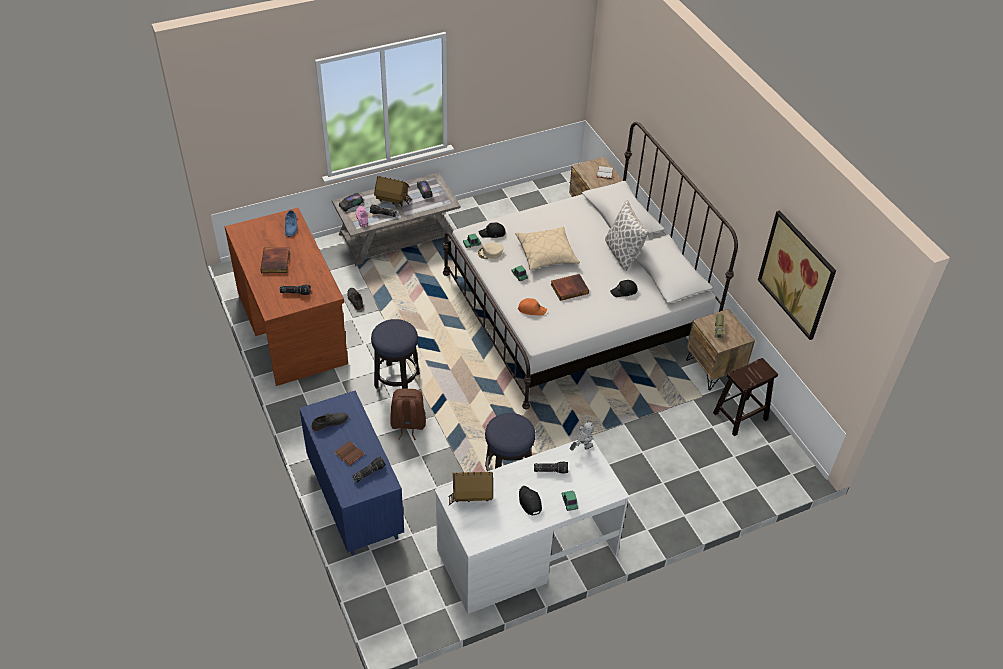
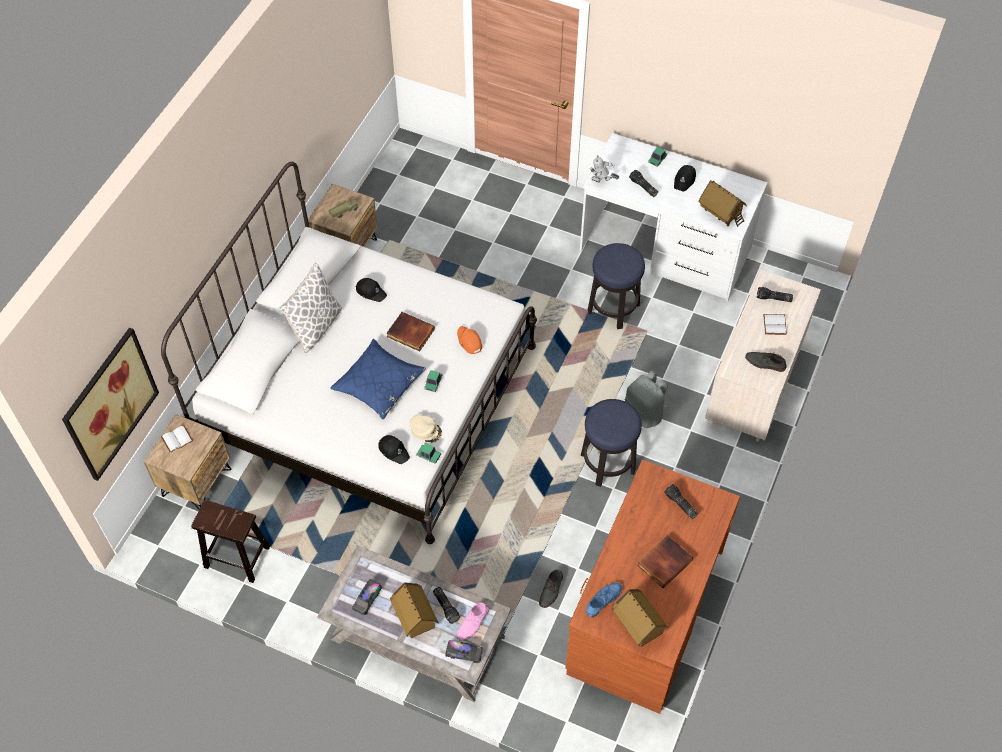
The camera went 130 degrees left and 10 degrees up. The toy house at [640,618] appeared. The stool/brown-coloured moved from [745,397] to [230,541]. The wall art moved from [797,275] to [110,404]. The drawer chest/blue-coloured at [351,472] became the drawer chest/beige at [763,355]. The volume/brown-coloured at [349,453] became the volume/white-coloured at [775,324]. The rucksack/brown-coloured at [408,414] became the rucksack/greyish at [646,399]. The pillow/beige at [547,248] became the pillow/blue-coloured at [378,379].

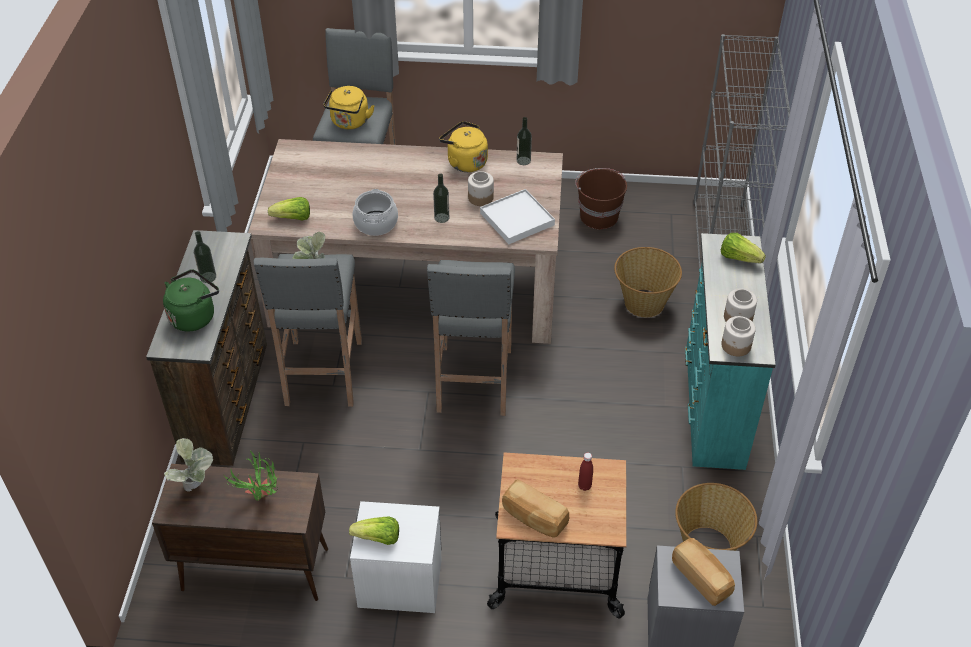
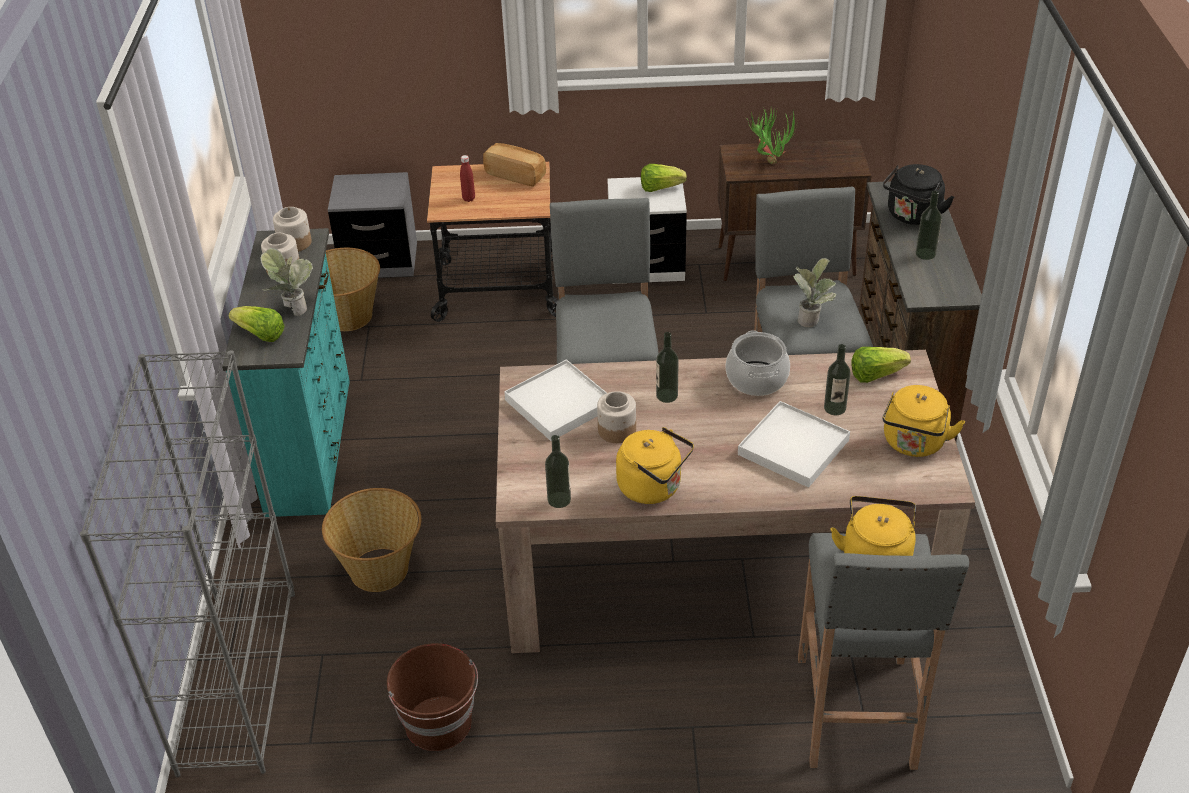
The camera went 175 degrees right and 5 degrees down. The baked bread at [703,572] disappeared. The serving tray/white-coloured at [794,444] appeared. The beverage bottle at [837,379] appeared. The water kettle/yellow at [923,421] appeared. The houseplant moved from [188,465] to [287,282]. The water kettle/greenish at [191,300] became the water kettle/black-coloured at [918,194].

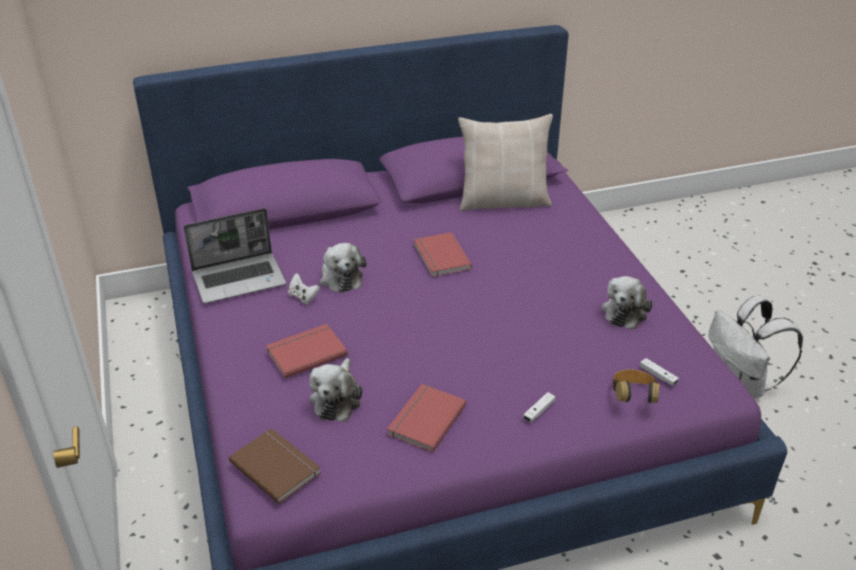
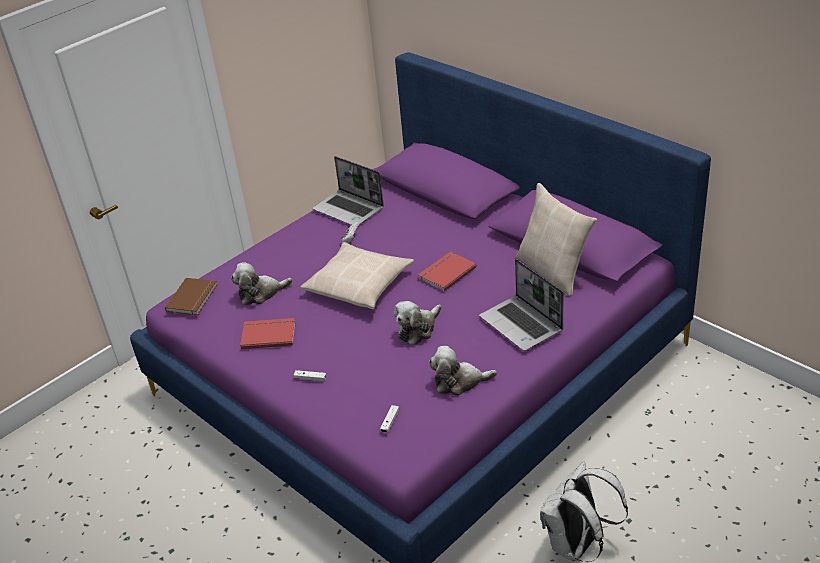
The camera went 65 degrees right and 0 degrees up. The volume/reddish at [307,351] disappeared. The headphones at [635,386] disappeared. The pillow/beige at [357,275] appeared. The portable computer at [521,305] appeared. The soft toy moved from [343,268] to [417,323].

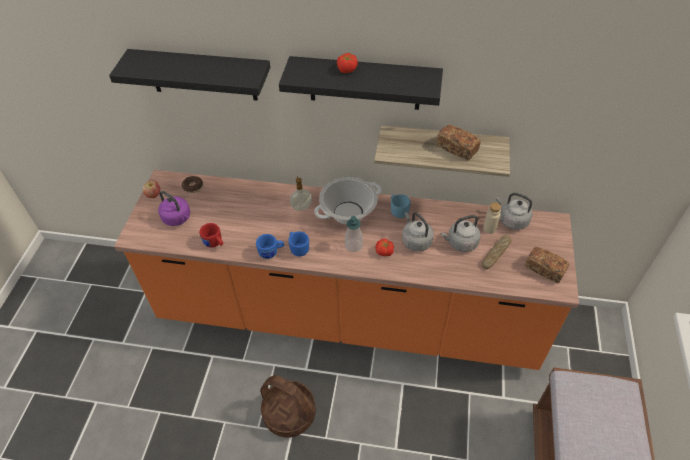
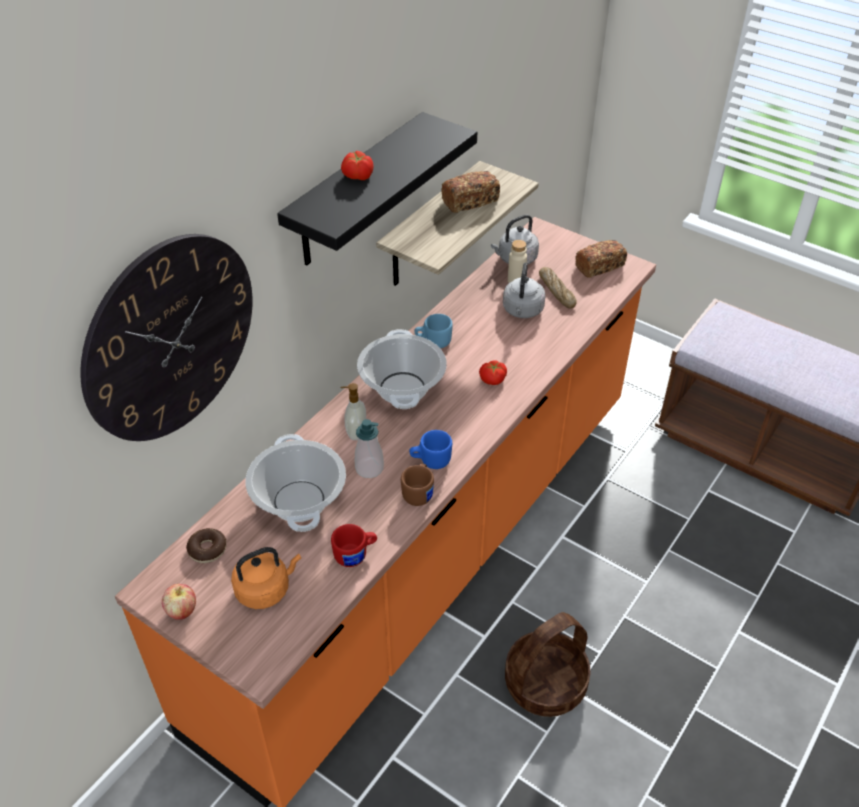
The camera went 65 degrees left and 5 degrees down. The water kettle/greyish at [418,232] disappeared. The stockpot at [295,483] appeared. The soap bottle moved from [354,234] to [369,448]. The wall shelf/black-coloured at [189,75] was replaced by the clock on the wall at [166,337]. The water kettle/purplish at [174,208] became the water kettle/orangey at [266,578]. The mug/blue-coloured at [270,246] became the mug/brown-coloured at [417,485].

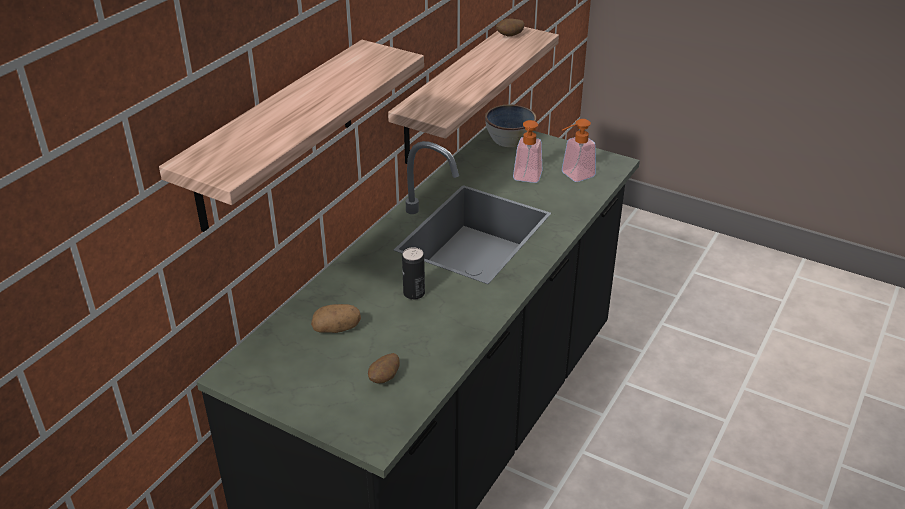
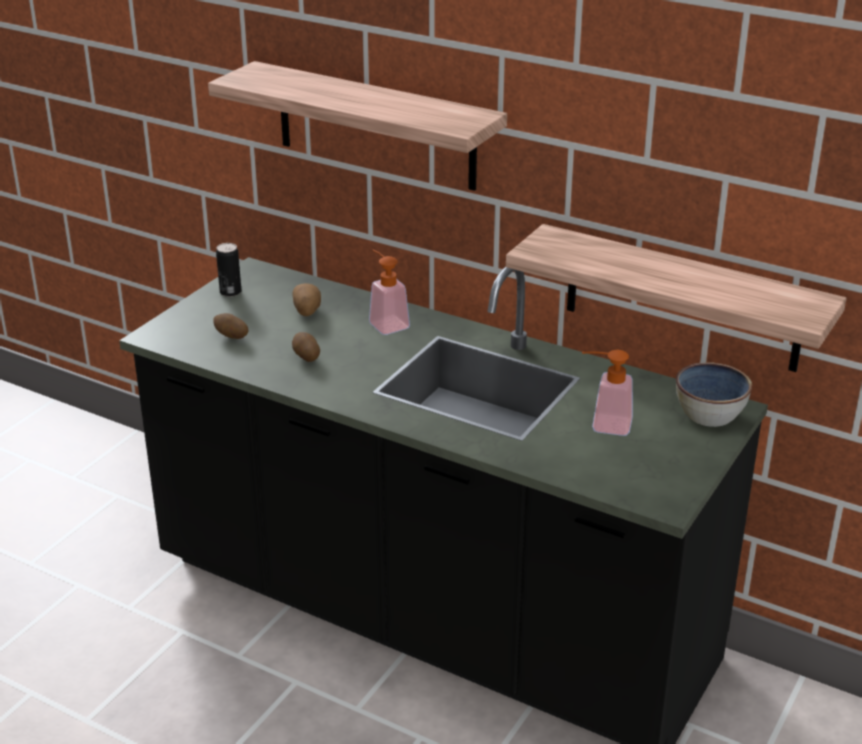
The camera went 90 degrees right and 5 degrees down. The metal can moved from [413,273] to [229,270]. The spud moved from [510,28] to [306,347]. The soap bottle moved from [579,150] to [389,292].

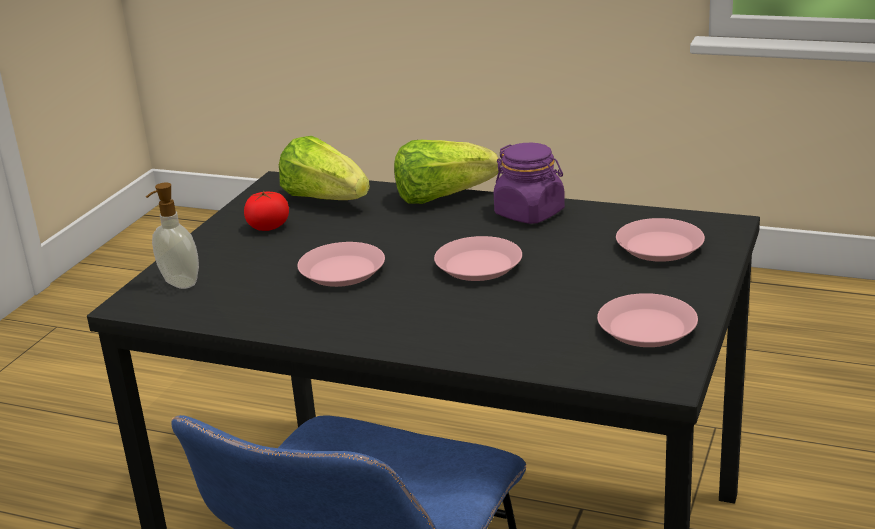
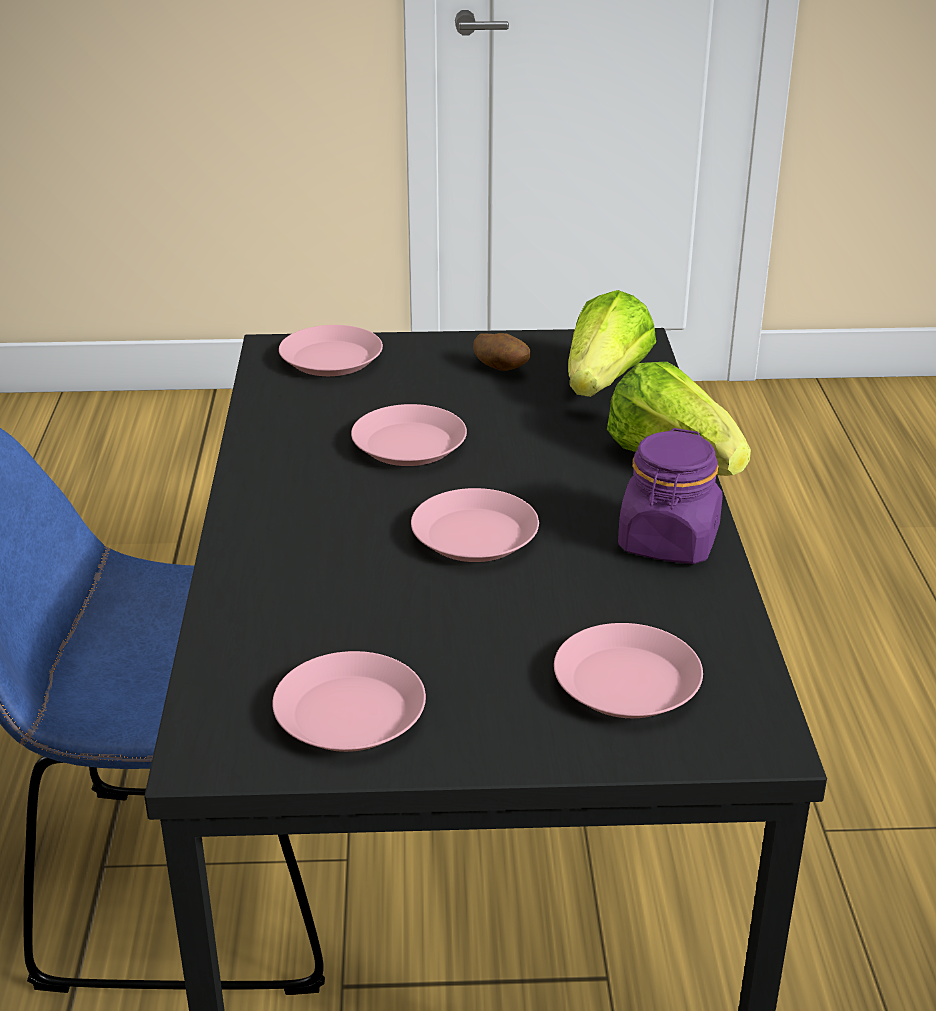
The camera went 65 degrees right and 5 degrees up. The soap bottle at [172,236] was replaced by the plate/pink-coloured at [331,350]. The fresh tomato at [266,211] was replaced by the spud at [502,352].

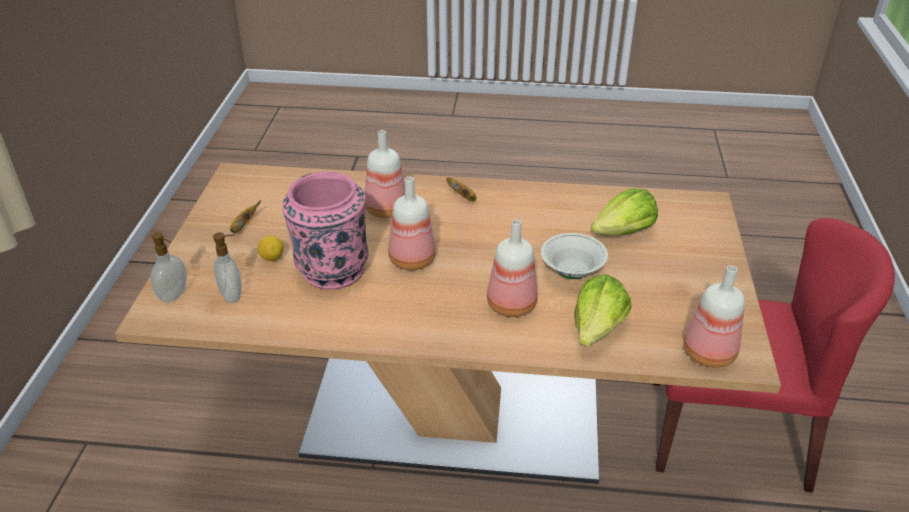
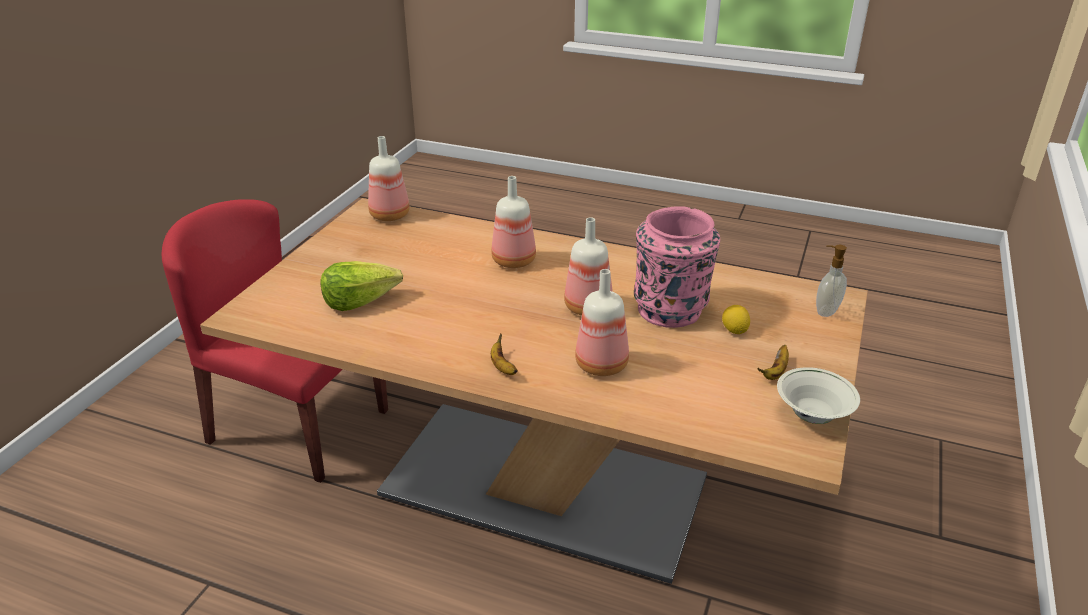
The camera went 165 degrees left and 5 degrees down. The soap bottle at [227,267] disappeared. The head of lettuce at [602,310] disappeared. The deep dish/white-coloured moved from [574,256] to [818,395].

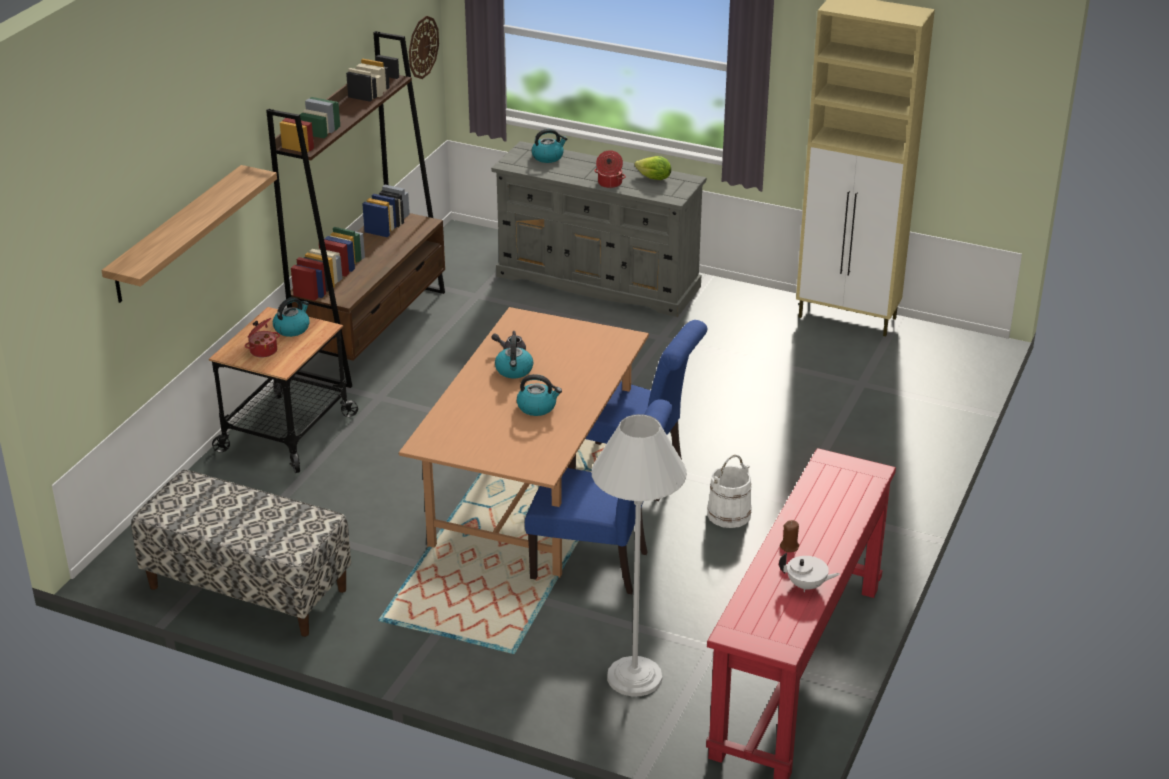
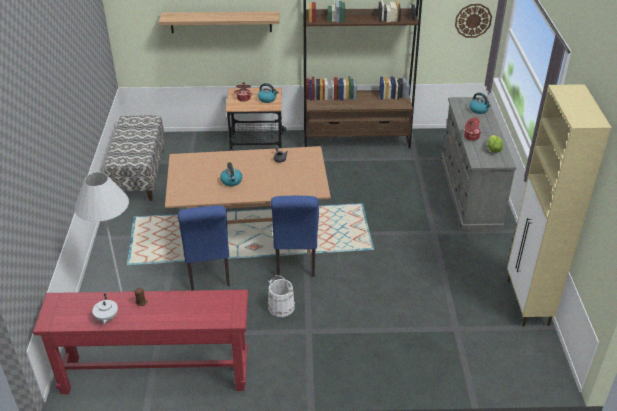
The camera went 65 degrees right and 5 degrees up. The water kettle at [514,357] disappeared.

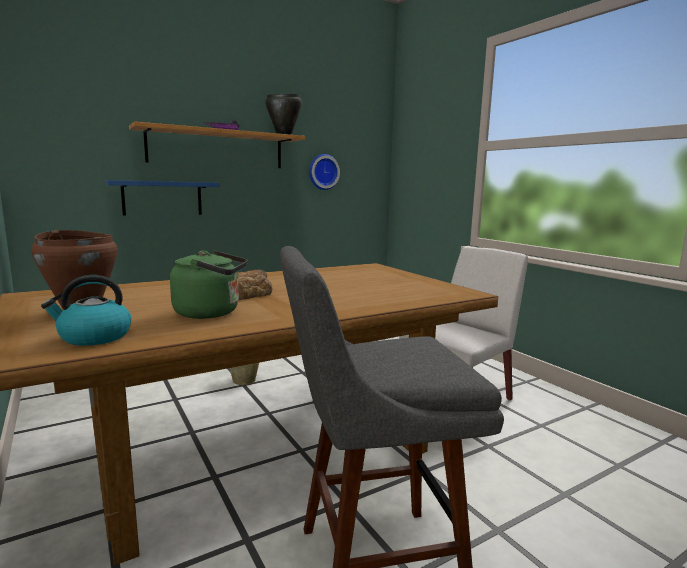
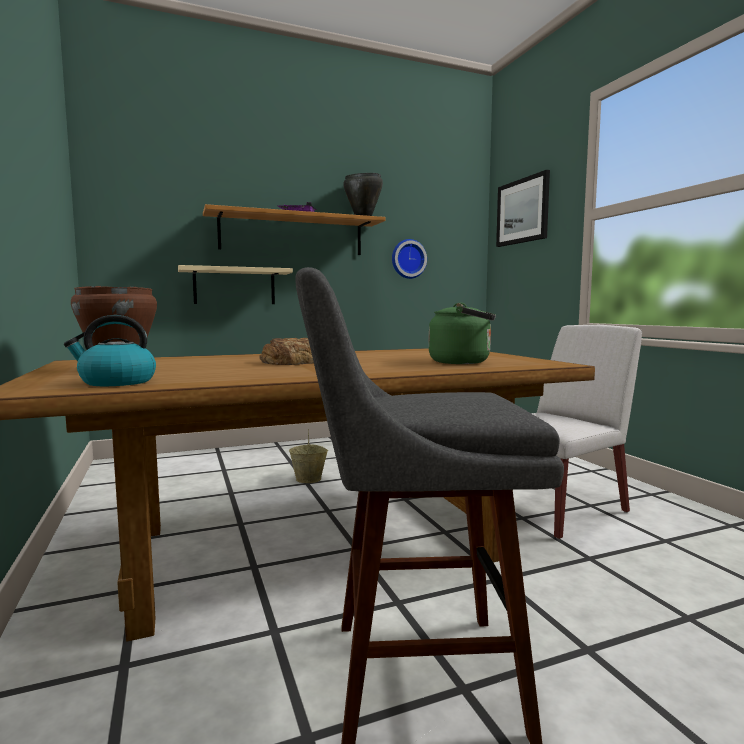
The camera went 10 degrees right and 5 degrees down. The wall art at [523,208] appeared. The water kettle/greenish moved from [209,285] to [462,333]. The wall shelf/blue-coloured at [162,198] became the wall shelf/beige at [235,284].

